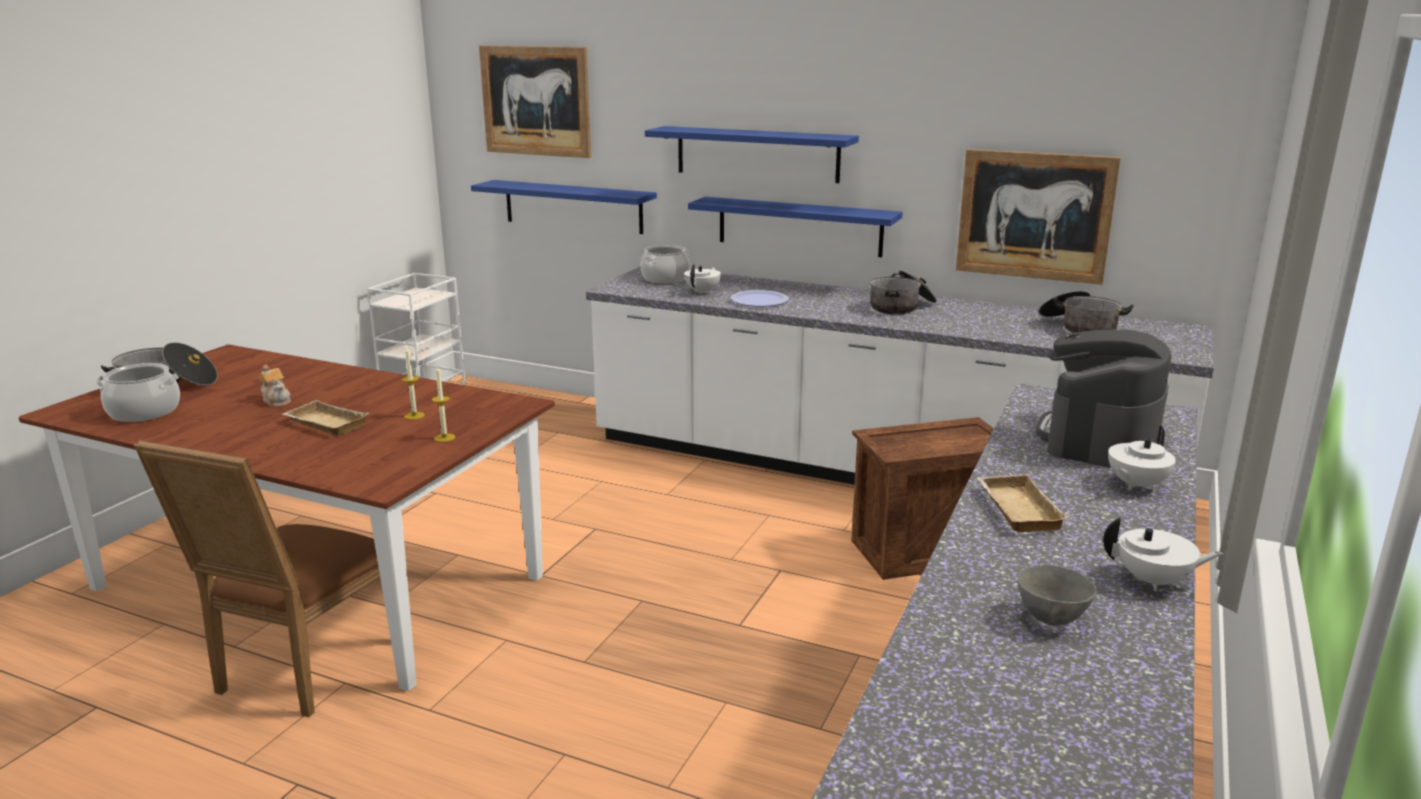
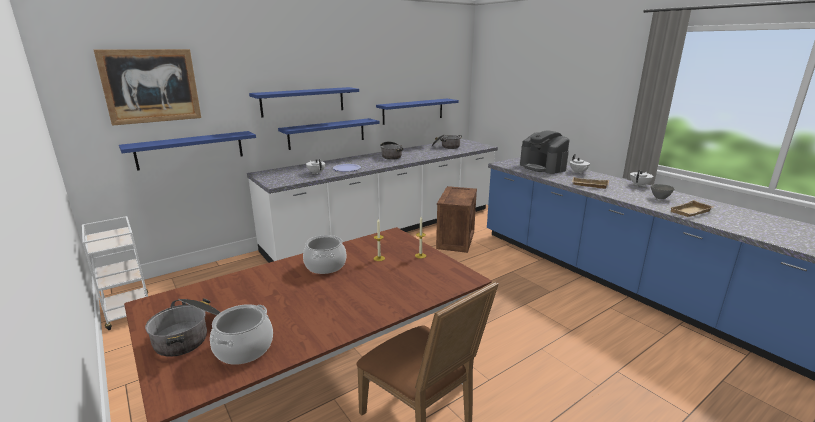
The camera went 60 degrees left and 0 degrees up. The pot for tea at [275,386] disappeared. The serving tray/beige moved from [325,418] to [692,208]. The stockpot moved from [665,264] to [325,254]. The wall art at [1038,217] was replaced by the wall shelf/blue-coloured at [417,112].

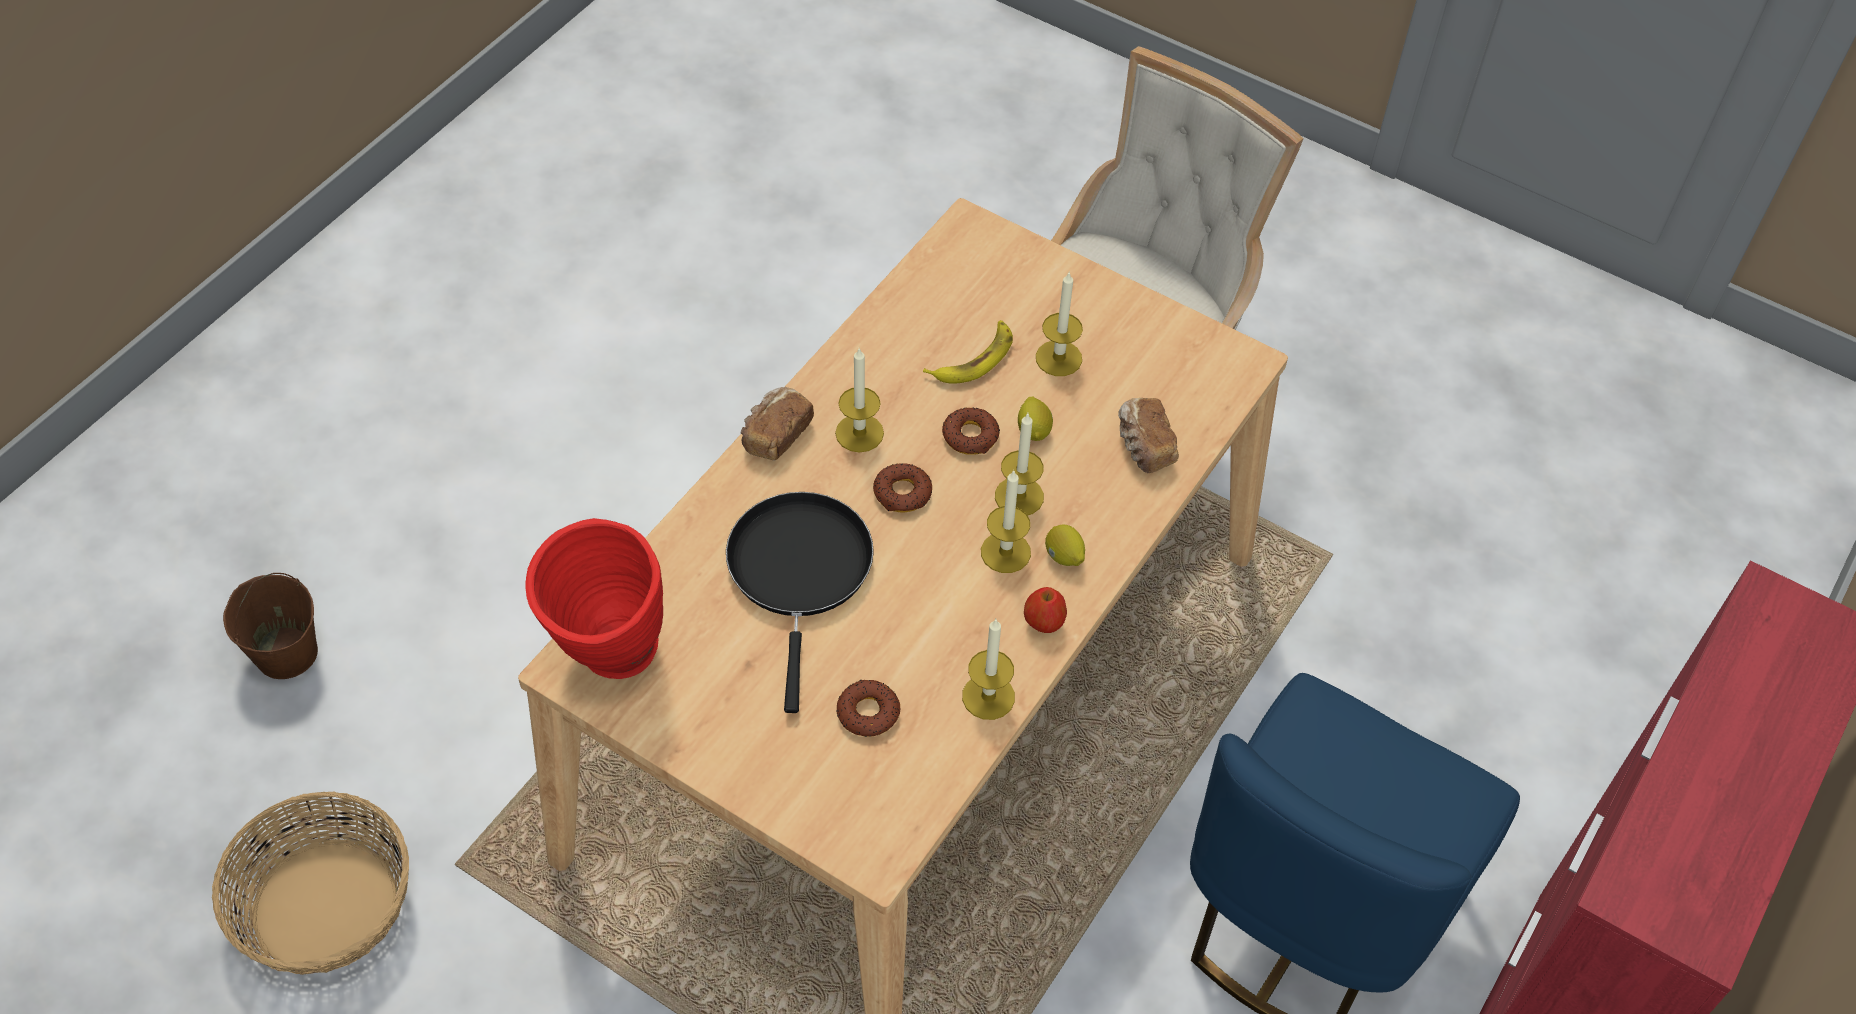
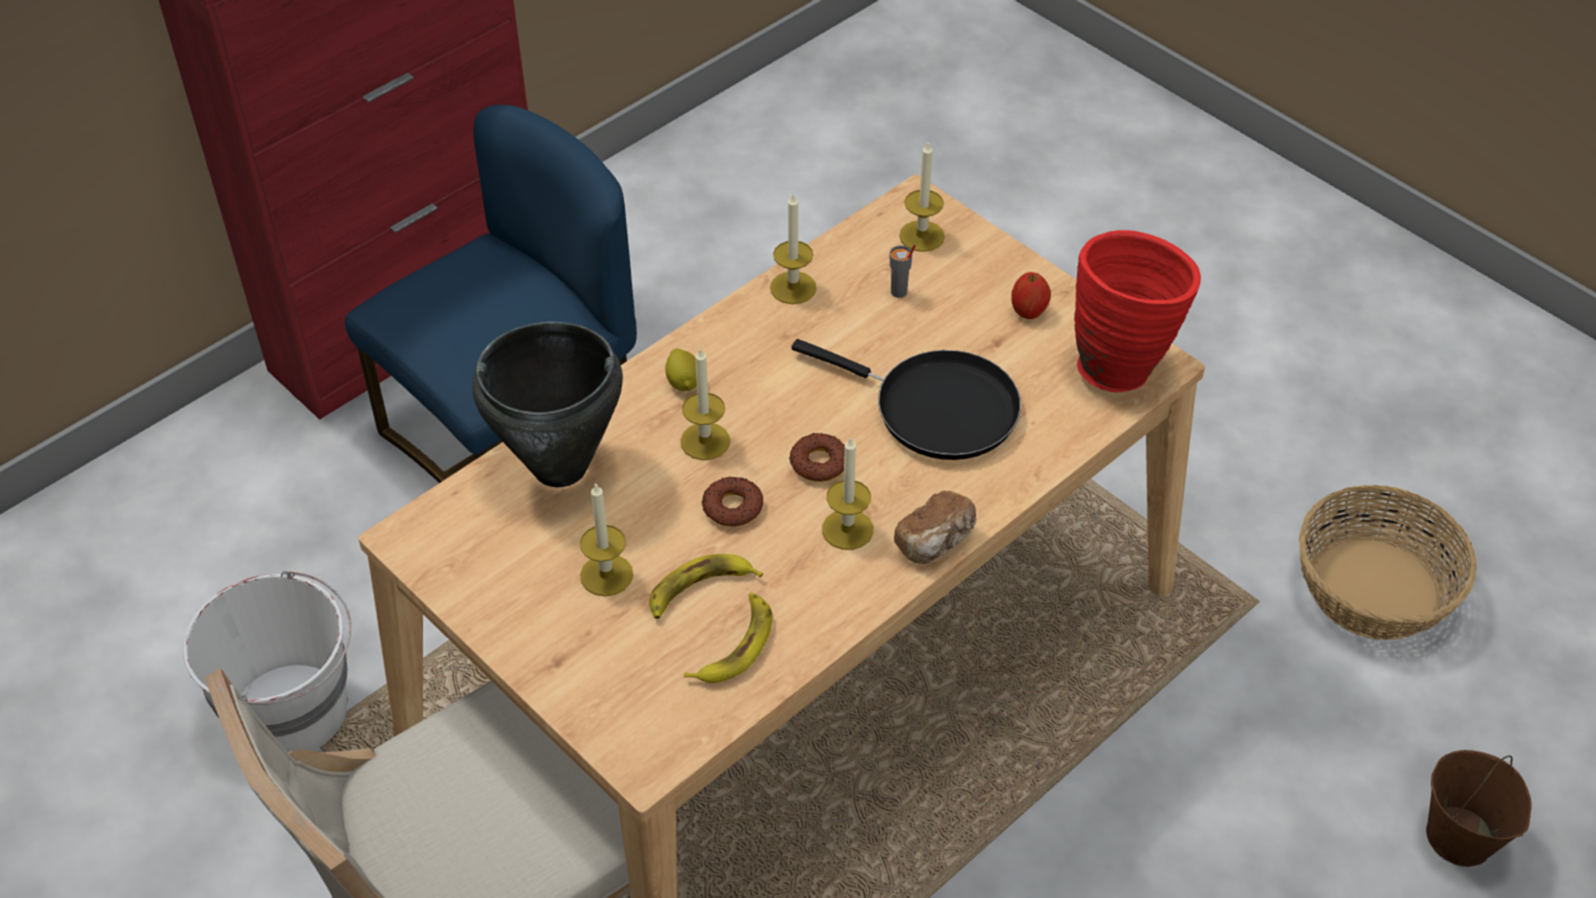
The camera went 165 degrees left and 5 degrees down. The lemon at [1035,419] disappeared. The water bucket/white-coloured at [267,661] appeared. The banana fruit at [728,638] appeared. The wax light moved from [1006,521] to [922,197]. The whole apple moved from [1045,610] to [1031,295]. The ring doughnut at [868,708] was replaced by the cup/greyish at [903,271]. The baked bread at [1148,435] was replaced by the stockpot/black-coloured at [547,404]. The pan/black-coloured at [800,602] turned 75 degrees counterclockwise.

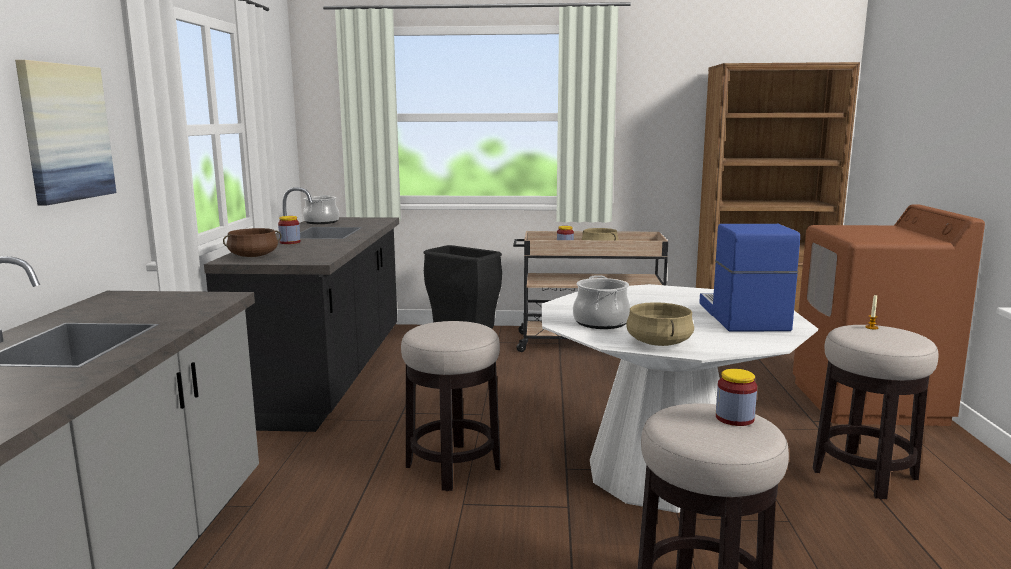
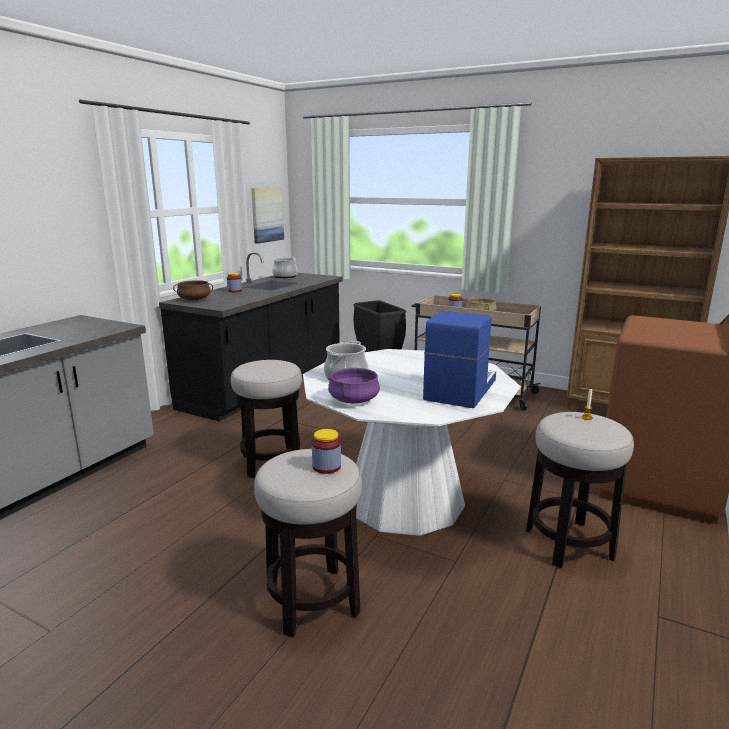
The camera went 25 degrees right and 5 degrees up. The wall art moved from [66,132] to [267,216]. The stockpot/beige at [660,324] became the stockpot/purplish at [354,385].

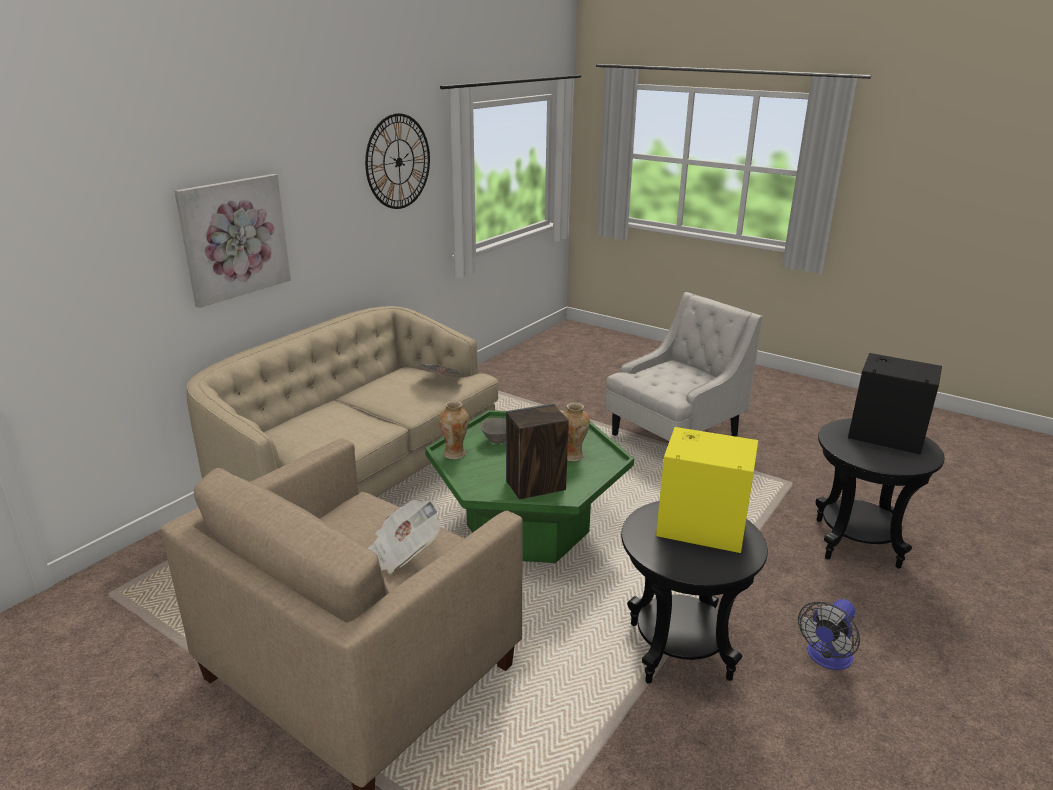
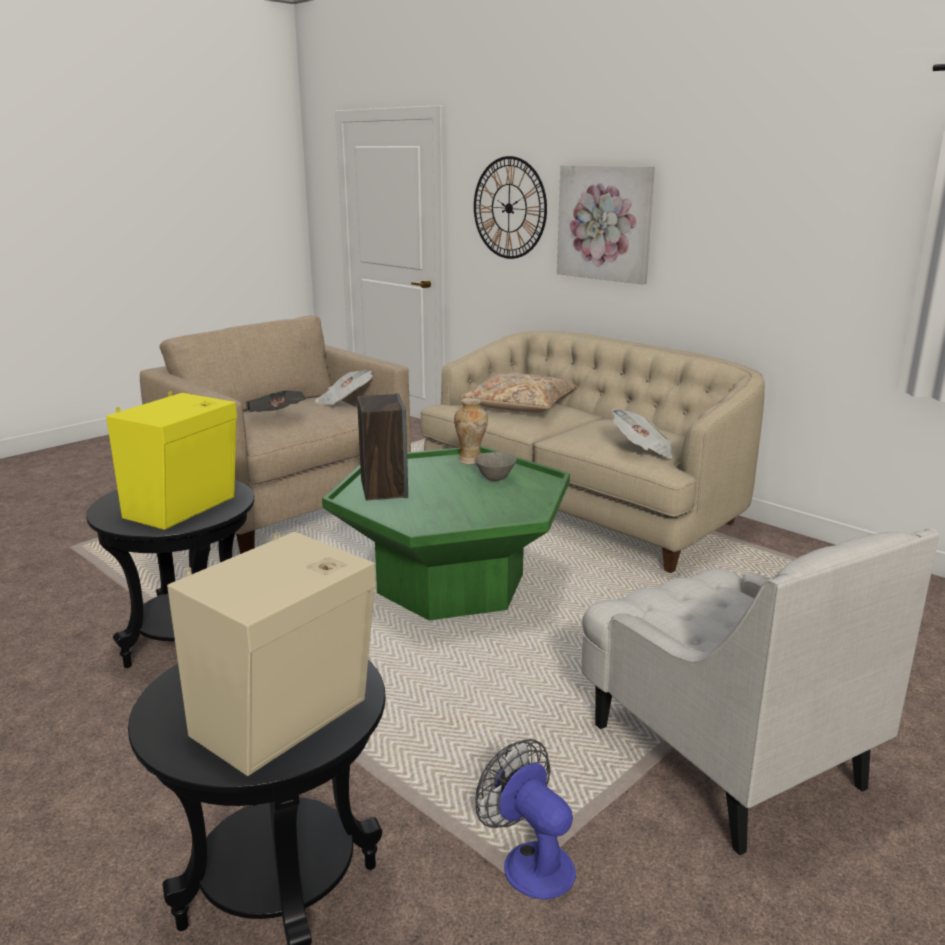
The camera went 100 degrees right and 5 degrees down. The decorative vase at [576,431] disappeared. The printed paper at [343,387] appeared. The pillow/beige at [518,393] appeared. The clock on the wall moved from [397,161] to [510,207]. The cooling fan moved from [829,634] to [525,819]. The speaker/black-coloured at [895,403] became the speaker/beige at [271,653].

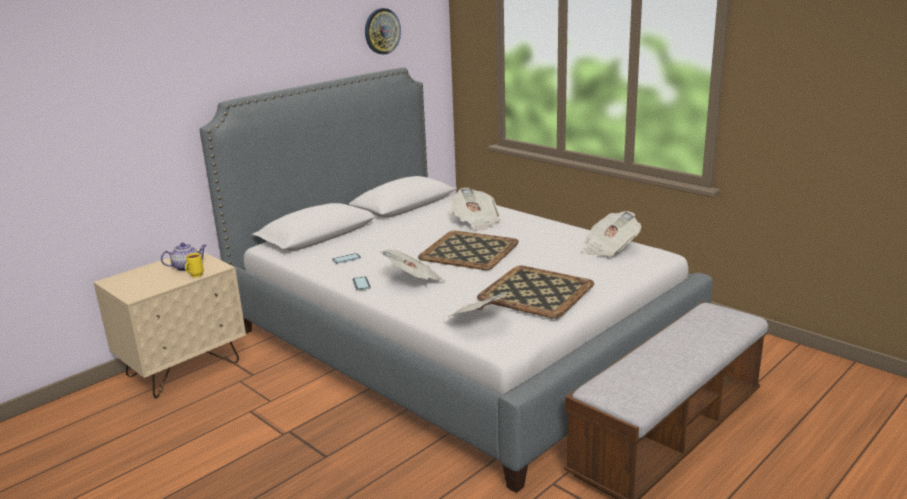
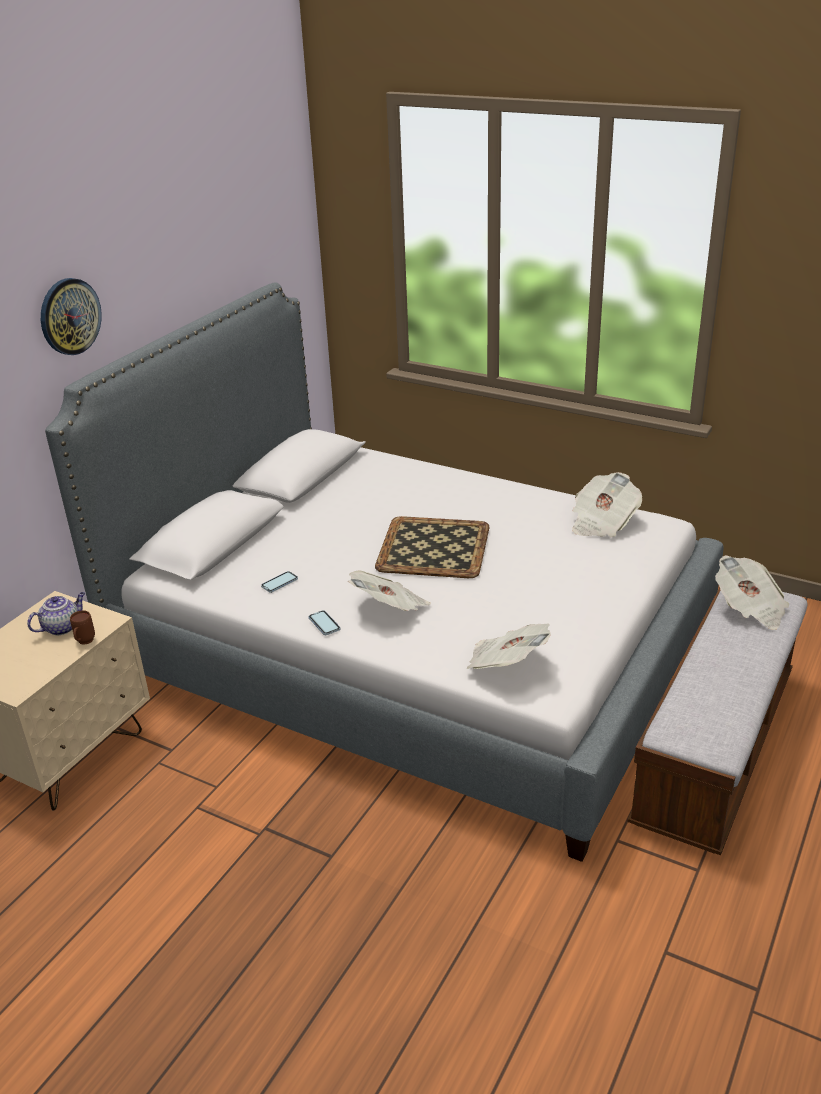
The camera went 15 degrees left and 10 degrees up. The serving tray at [535,291] disappeared. The clock on the wall moved from [383,31] to [71,316]. The printed paper moved from [476,209] to [752,592]. The mug/yellow at [194,265] became the mug/brown-coloured at [82,627].

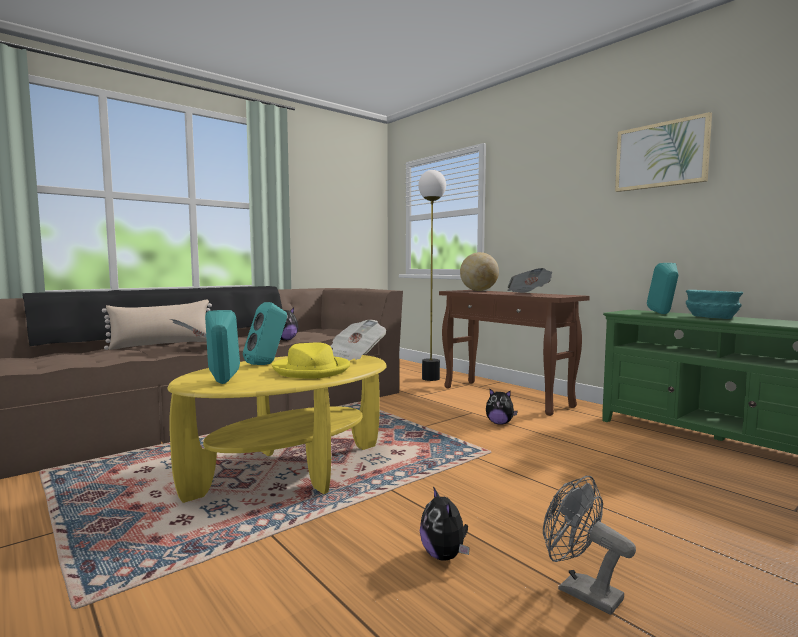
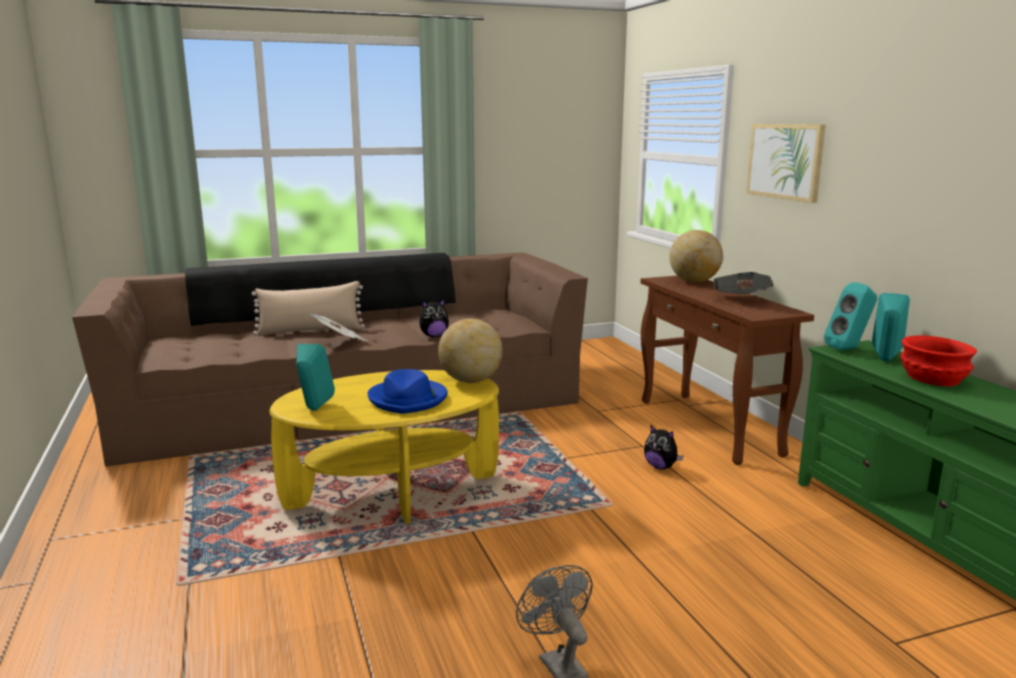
The camera went 20 degrees right and 10 degrees up. The standing lamp at [432,275] disappeared. The soft toy at [445,523] disappeared. The speaker/blue-green moved from [265,333] to [850,316]. The wall art moved from [663,152] to [786,163]. The printed paper at [358,340] was replaced by the world globe at [470,350]. The wearable hat/yellow at [311,360] became the wearable hat/blue-coloured at [407,391]. The deep dish/blue-green at [714,304] became the deep dish/reddish at [938,360].

